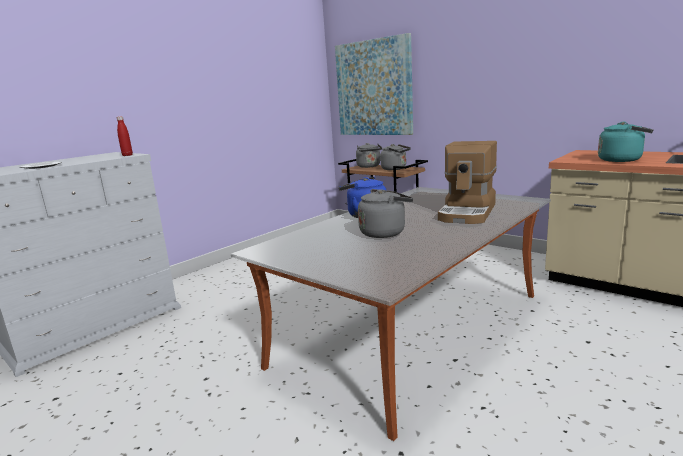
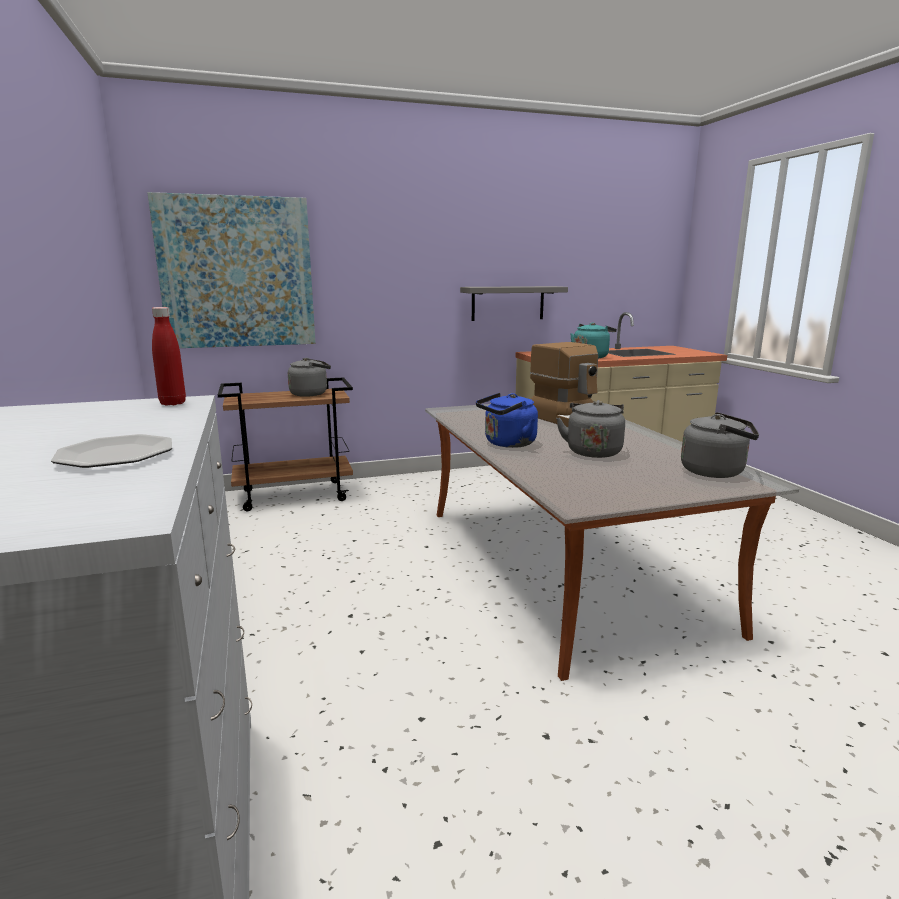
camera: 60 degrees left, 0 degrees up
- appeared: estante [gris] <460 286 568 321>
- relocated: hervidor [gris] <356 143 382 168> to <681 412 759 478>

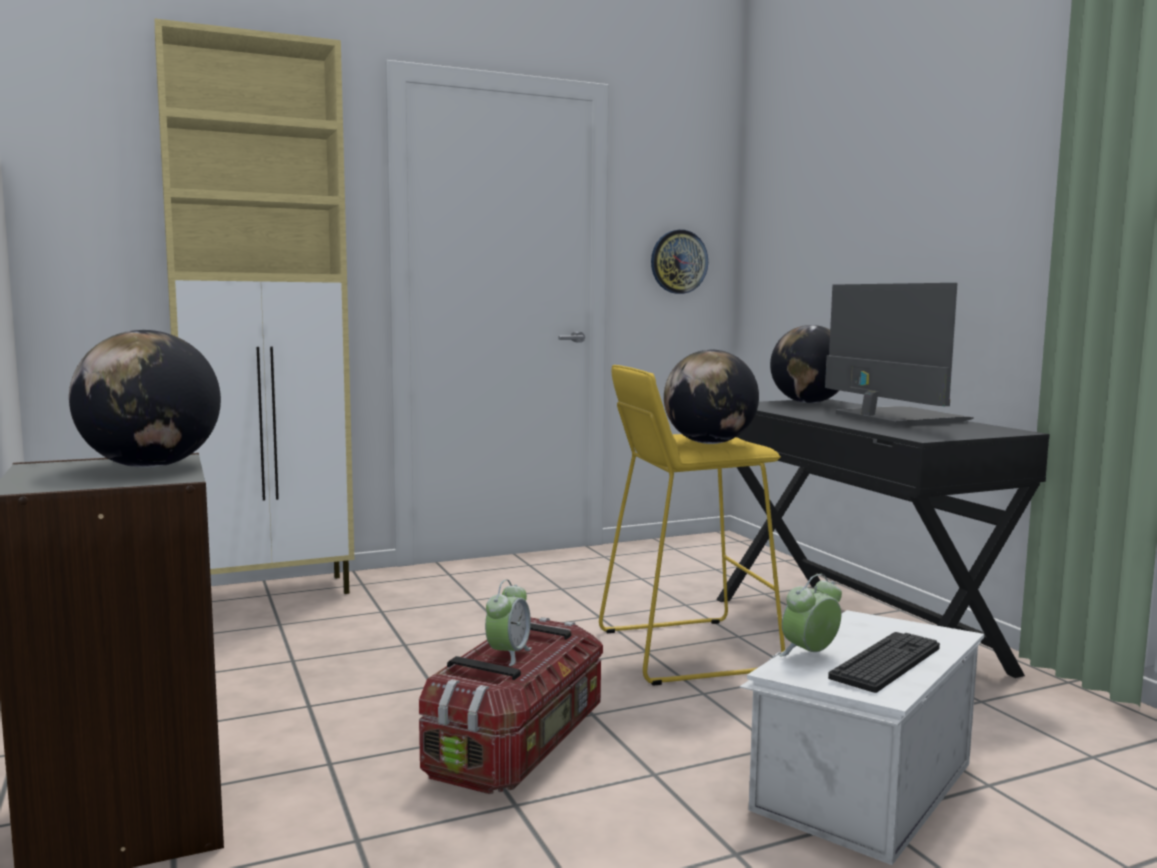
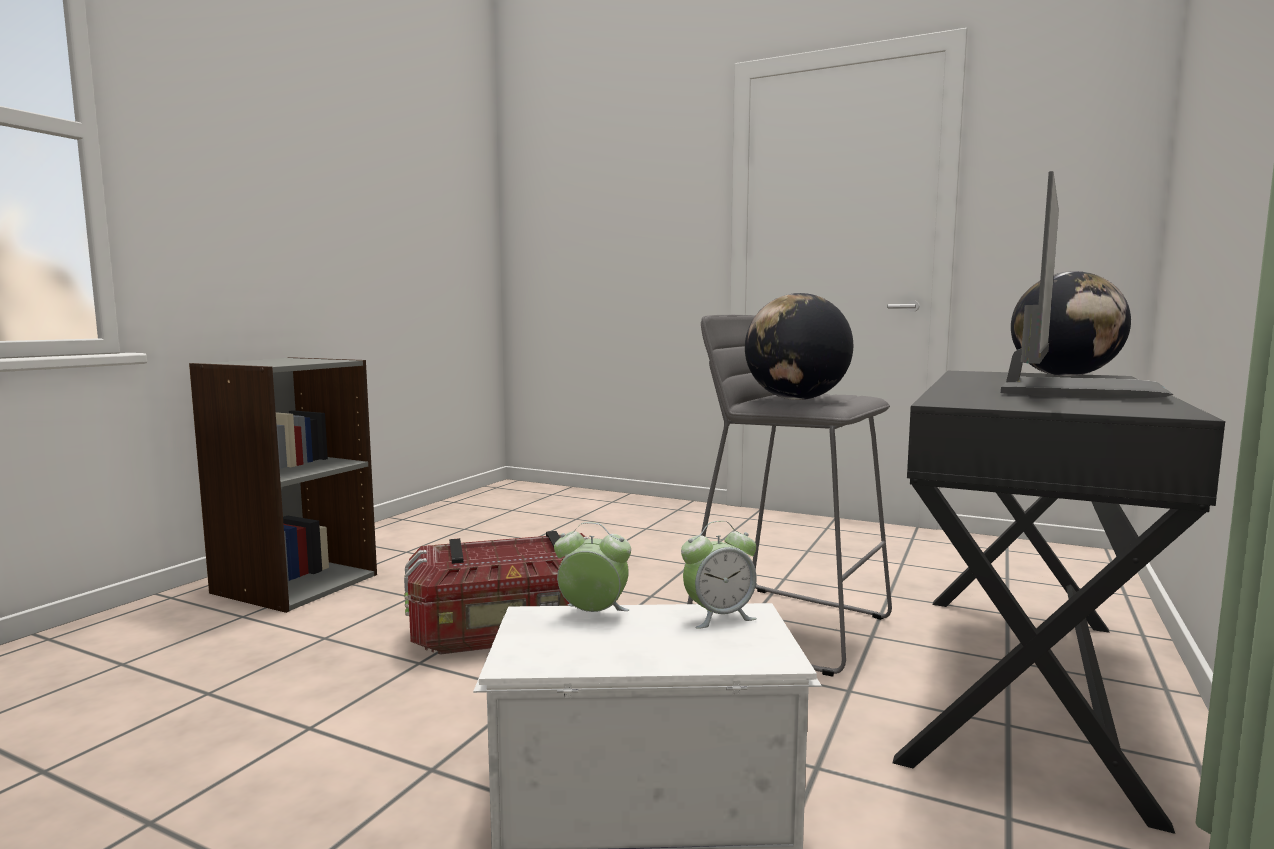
camera: 50 degrees right, 0 degrees up
- missing: globo terráqueo <69 330 221 468>
- missing: armario [beis] <155 19 354 594>
- missing: reloj de pared <651 230 708 294>
- missing: teclado <828 632 940 693>
- relocated: despertador <485 580 532 666> to <681 521 757 629>
- colour: taburete [amarillo] <599 365 785 686> to taburete [gris] <687 315 892 677>

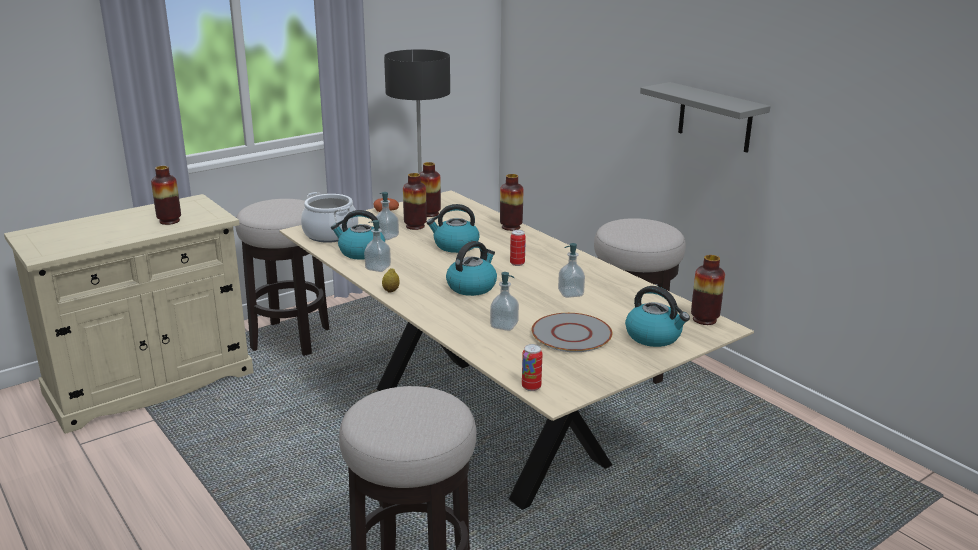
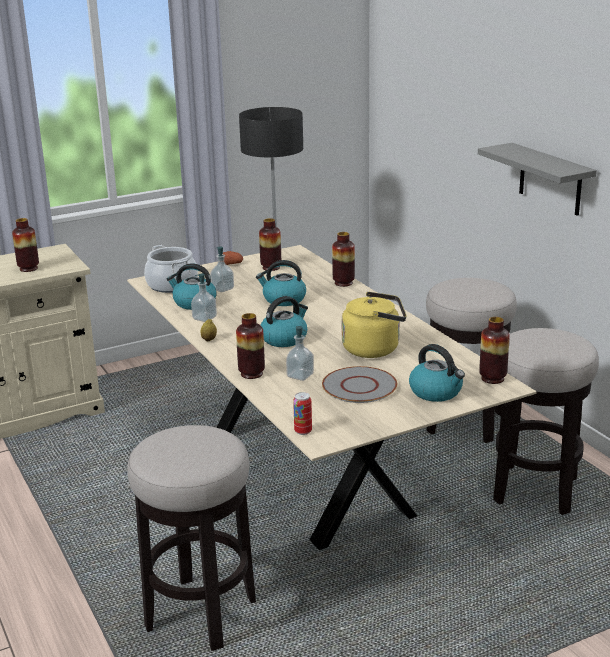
camera: 10 degrees right, 0 degrees up
- missing: lata <510 230 526 266>
- relocated: taburete <235 199 329 356> to <493 328 599 515>
- relocated: florero <403 173 427 230> to <236 313 265 379>
- exchanged: dispensador de jabón <558 243 585 298> to hervidor [amarillo] <342 292 407 358>

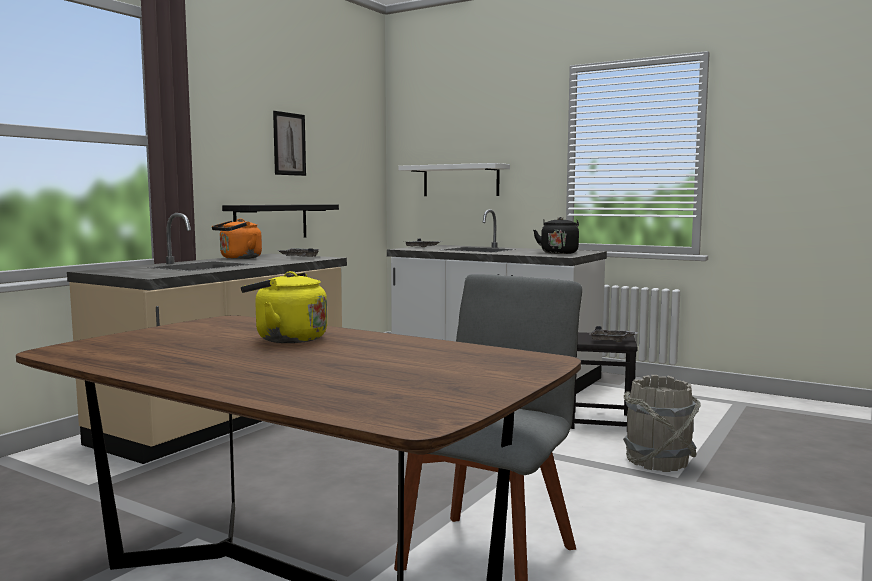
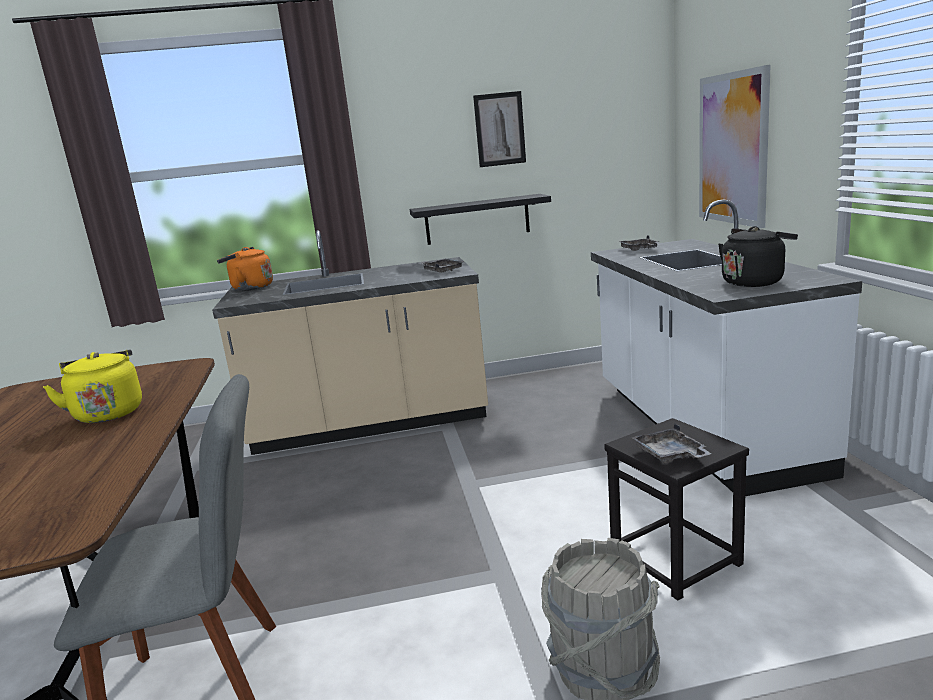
camera: 50 degrees right, 10 degrees up
- relocated: hervidor [naranja] <212 219 262 259> to <217 247 273 291>
- exchanged: estante [blanco] <398 163 510 196> to cuadro <699 65 771 228>

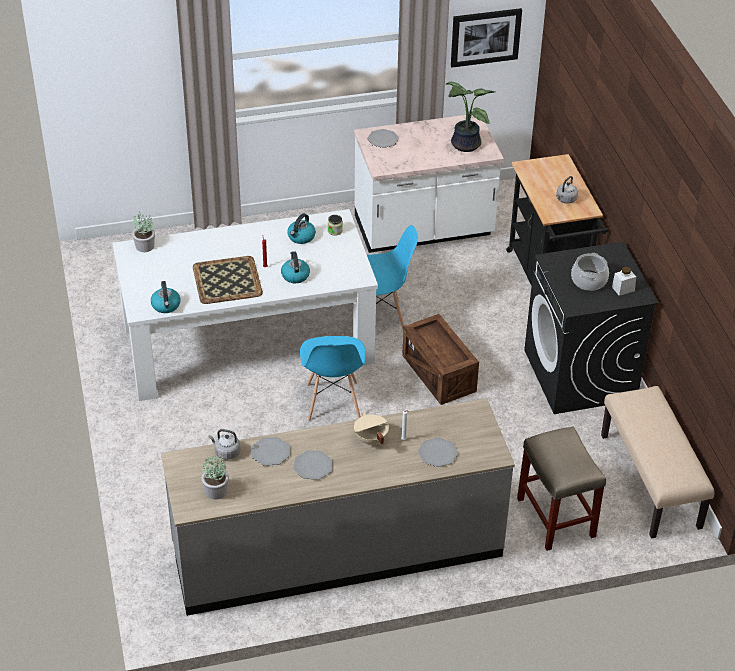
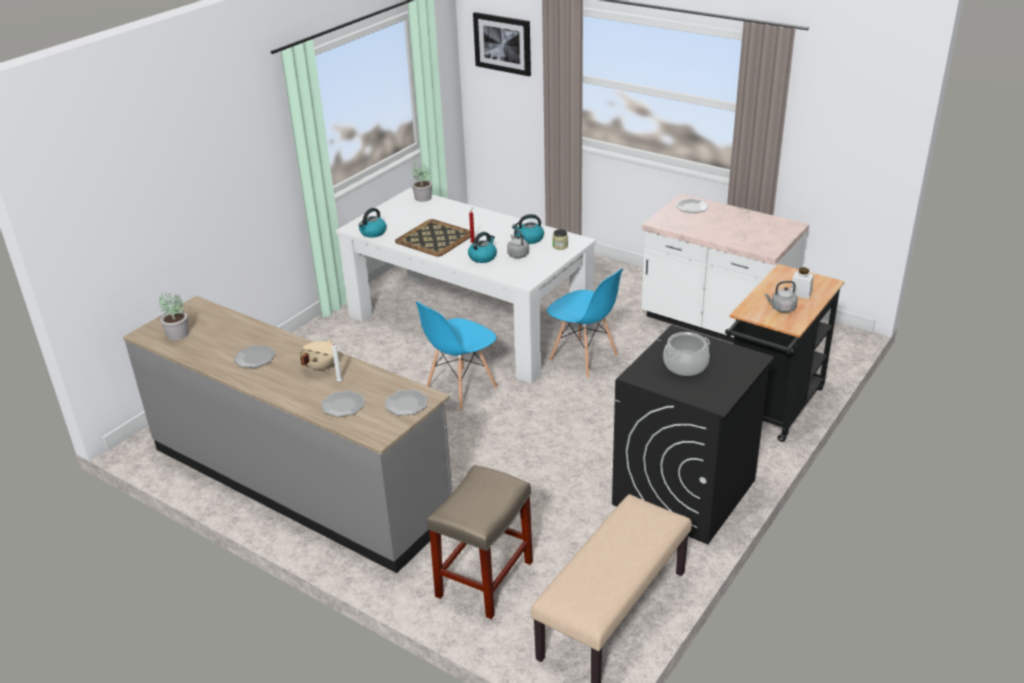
camera: 50 degrees right, 10 degrees down
- missing: caja de embalaje <402 314 479 405>
- missing: planta en maceta <446 82 496 152>
- relocated: hervidor [gris] <209 429 240 460> to <507 229 529 258>
- relocated: plato <252 437 289 465> to <385 390 428 416>
- relocated: cuadro <451 8 522 68> to <473 12 531 76>
- relocated: tarro [blanco] <612 267 636 296> to <790 267 814 299>

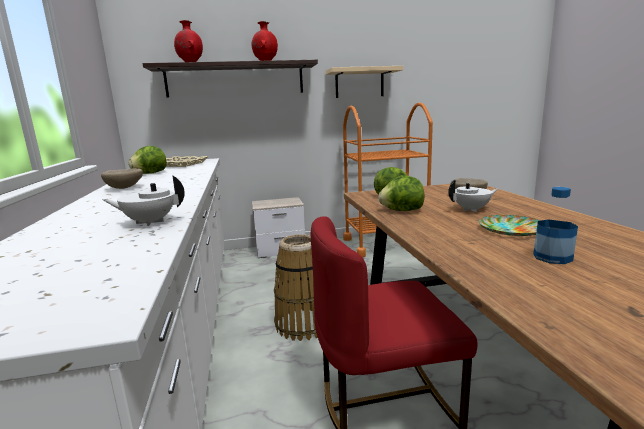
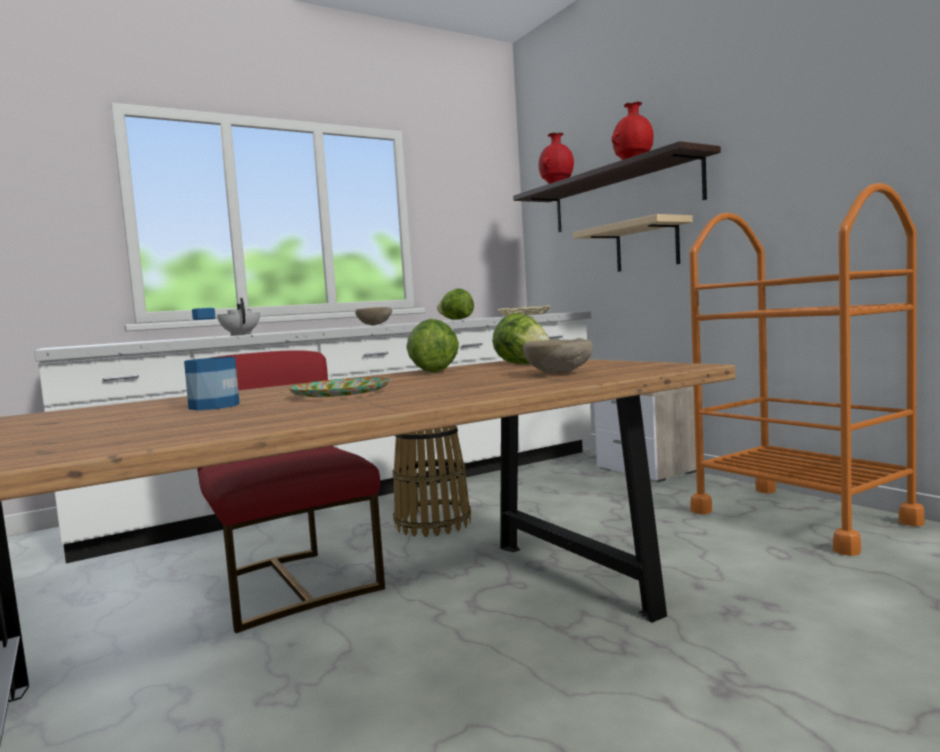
camera: 70 degrees right, 10 degrees down
- missing: tetera [blanco] <448 180 498 212>
- relocated: estante [beis] <325 66 404 98> to <573 214 693 272>

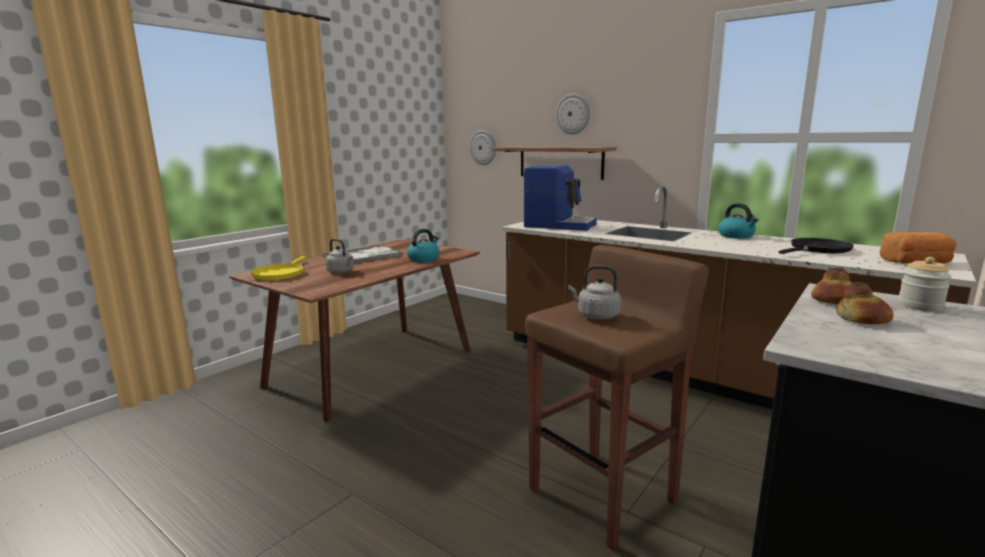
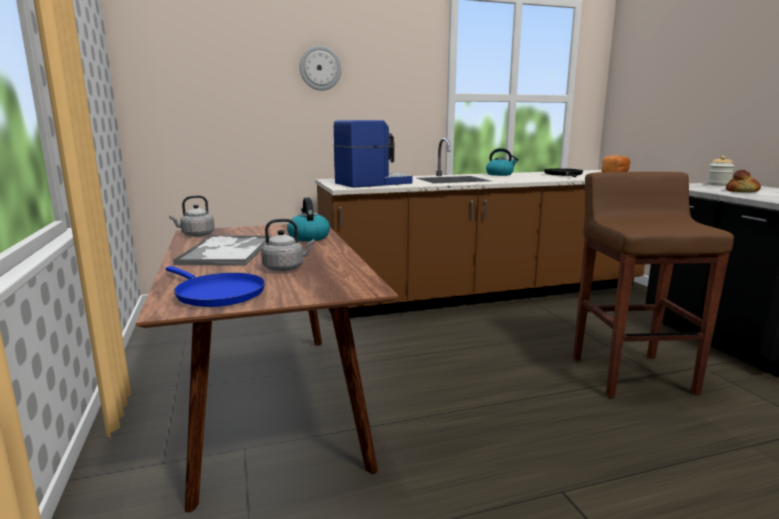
camera: 55 degrees left, 0 degrees up
- missing: reloj de pared <469 130 496 165>
- missing: estante <492 147 616 180>
- missing: pan <811 268 853 305>
- relocated: hervidor [gris] <568 266 621 320> to <169 195 215 236>
- colour: sartén [amarillo] <251 256 306 280> to sartén [azul] <166 266 265 307>

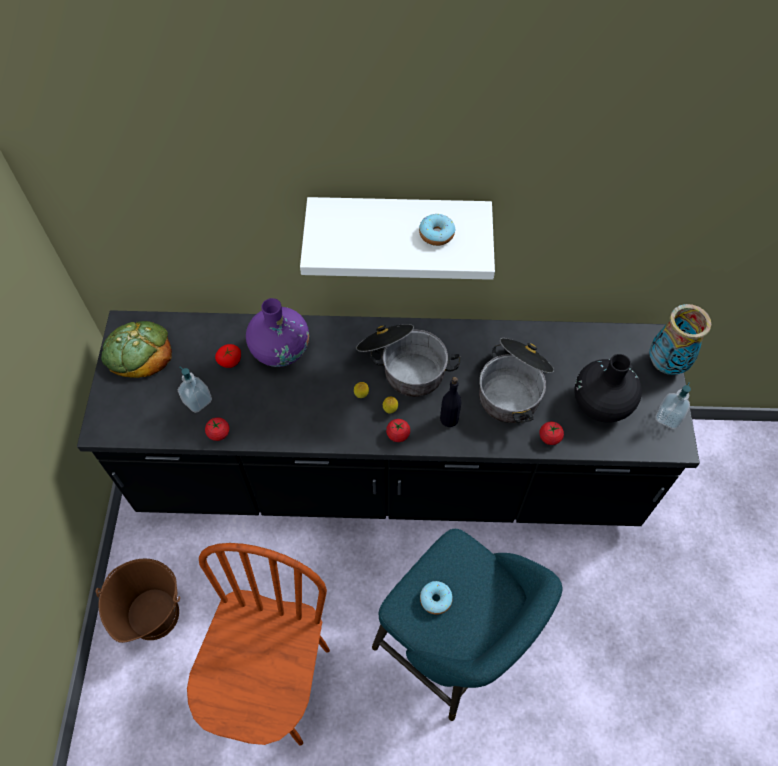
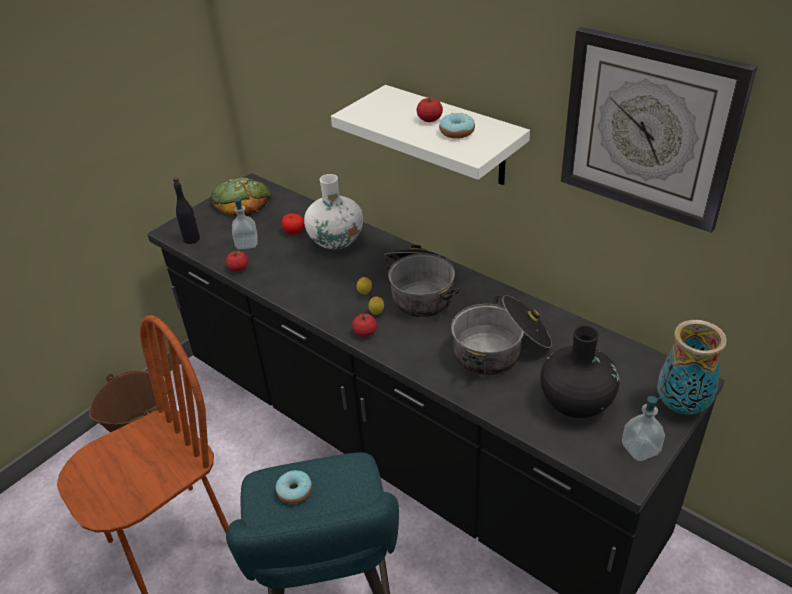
camera: 40 degrees right, 20 degrees down
- appeared: reloj de pared <561 27 757 233>
- relocated: botella [negro] <440 377 461 427> to <173 177 200 244>
- relocated: tomate <539 422 564 445> to <417 97 443 122>
- colour: florero [morado] <246 298 309 367> to florero [blanco] <304 174 363 250>

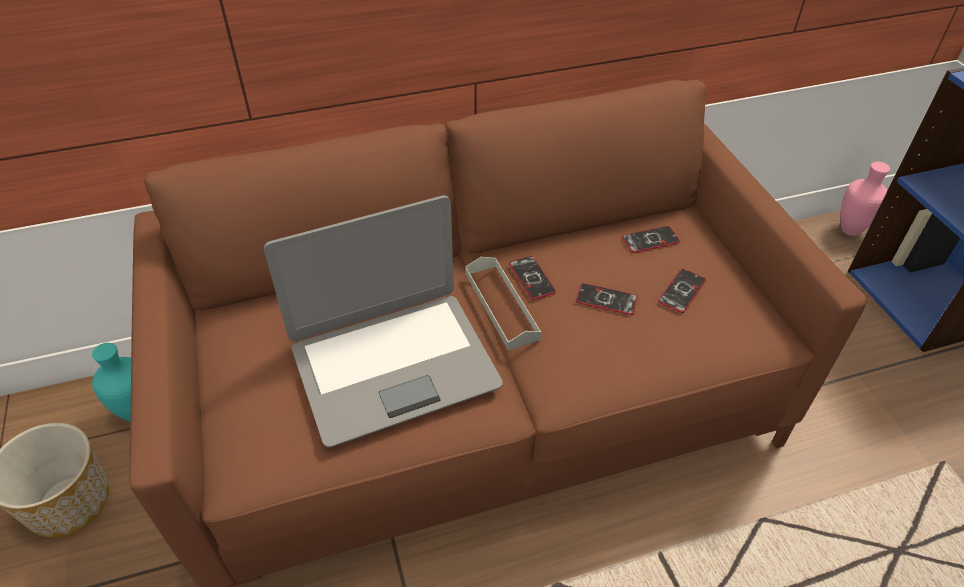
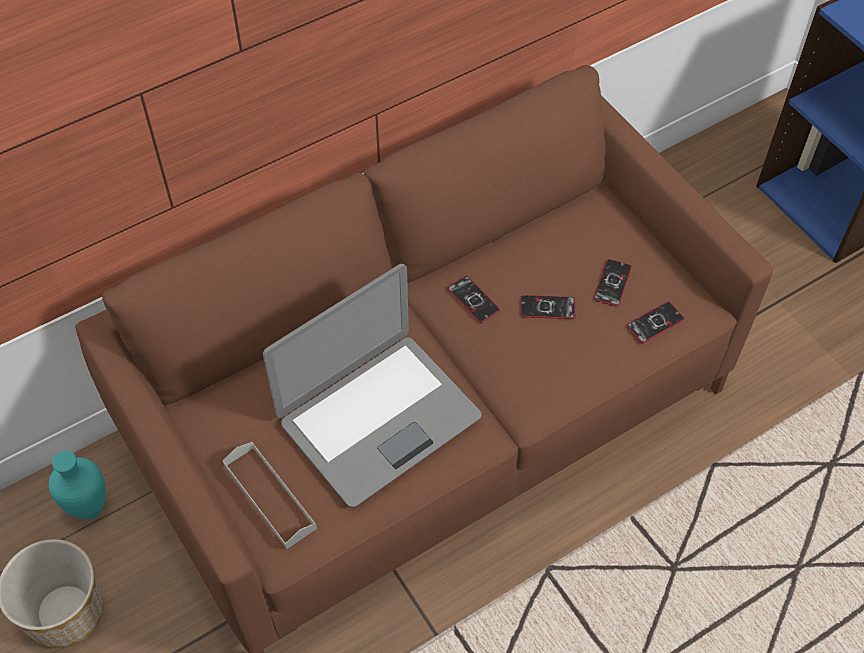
camera: 15 degrees left, 10 degrees up
- missing: florero [rosa] <840 162 890 236>
- relocated: bandeja [gris] <465 257 542 350> to <223 442 317 549>
- relocated: móvil <621 226 680 253> to <627 302 684 343>

